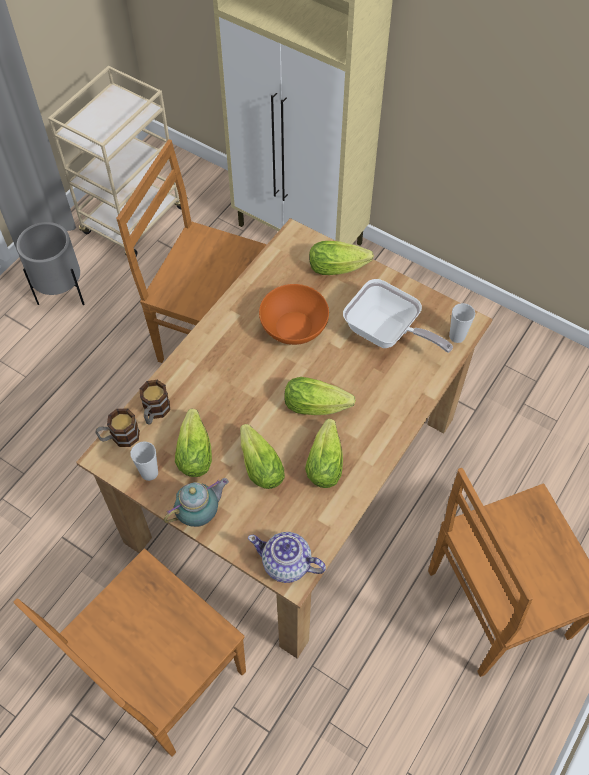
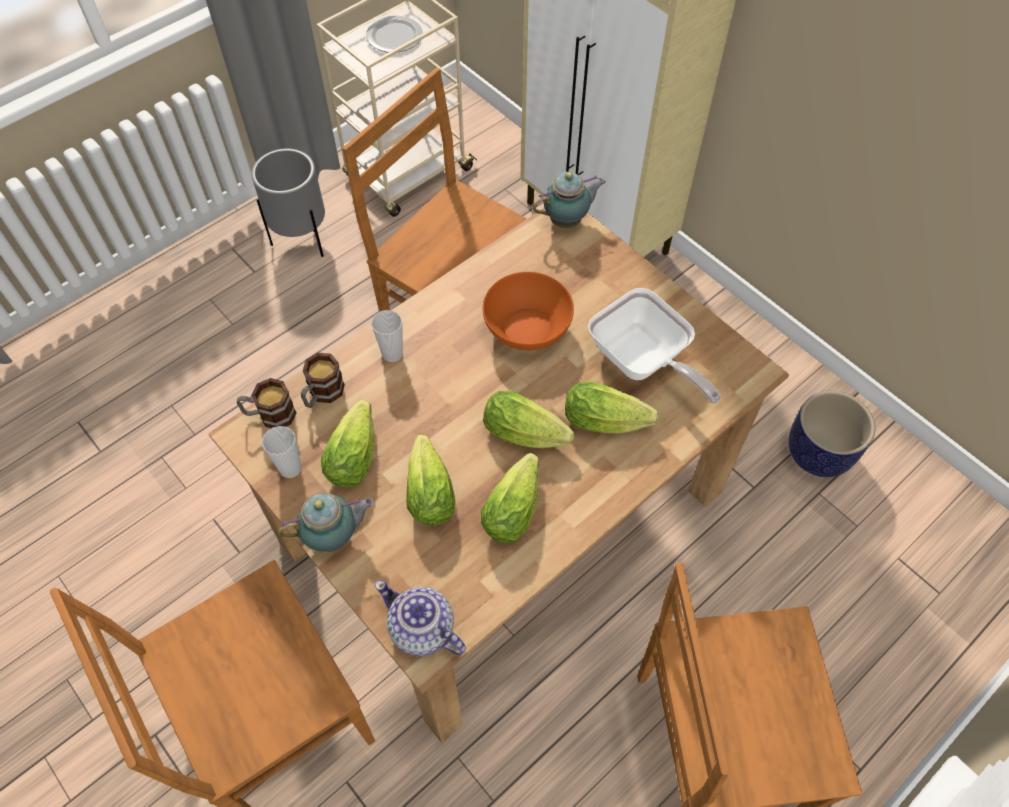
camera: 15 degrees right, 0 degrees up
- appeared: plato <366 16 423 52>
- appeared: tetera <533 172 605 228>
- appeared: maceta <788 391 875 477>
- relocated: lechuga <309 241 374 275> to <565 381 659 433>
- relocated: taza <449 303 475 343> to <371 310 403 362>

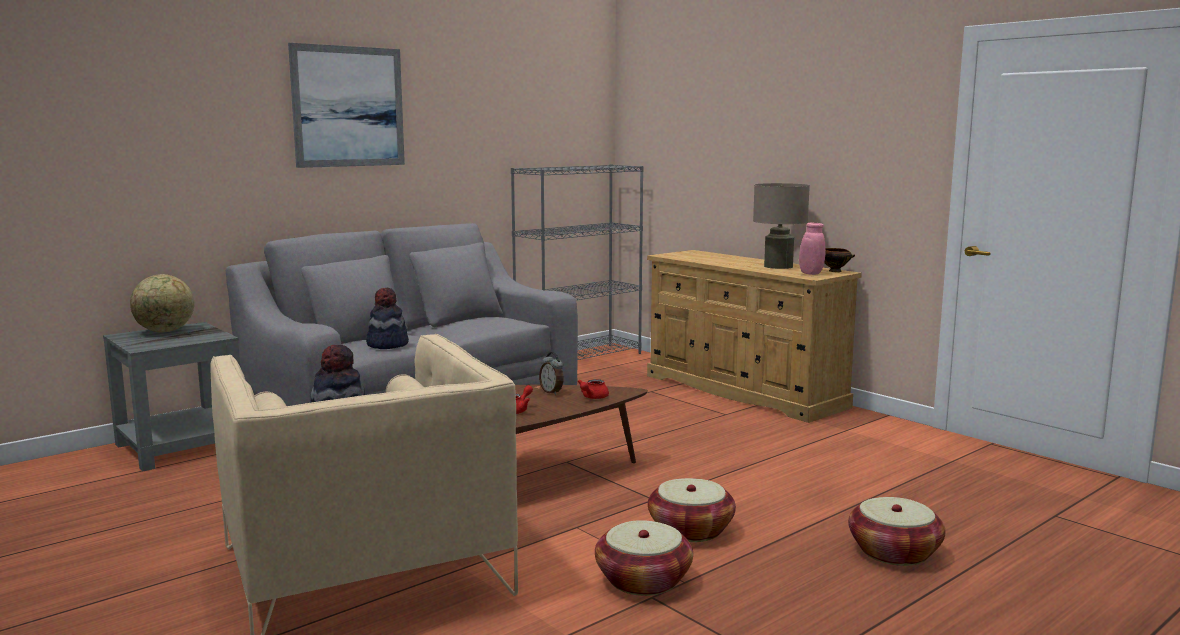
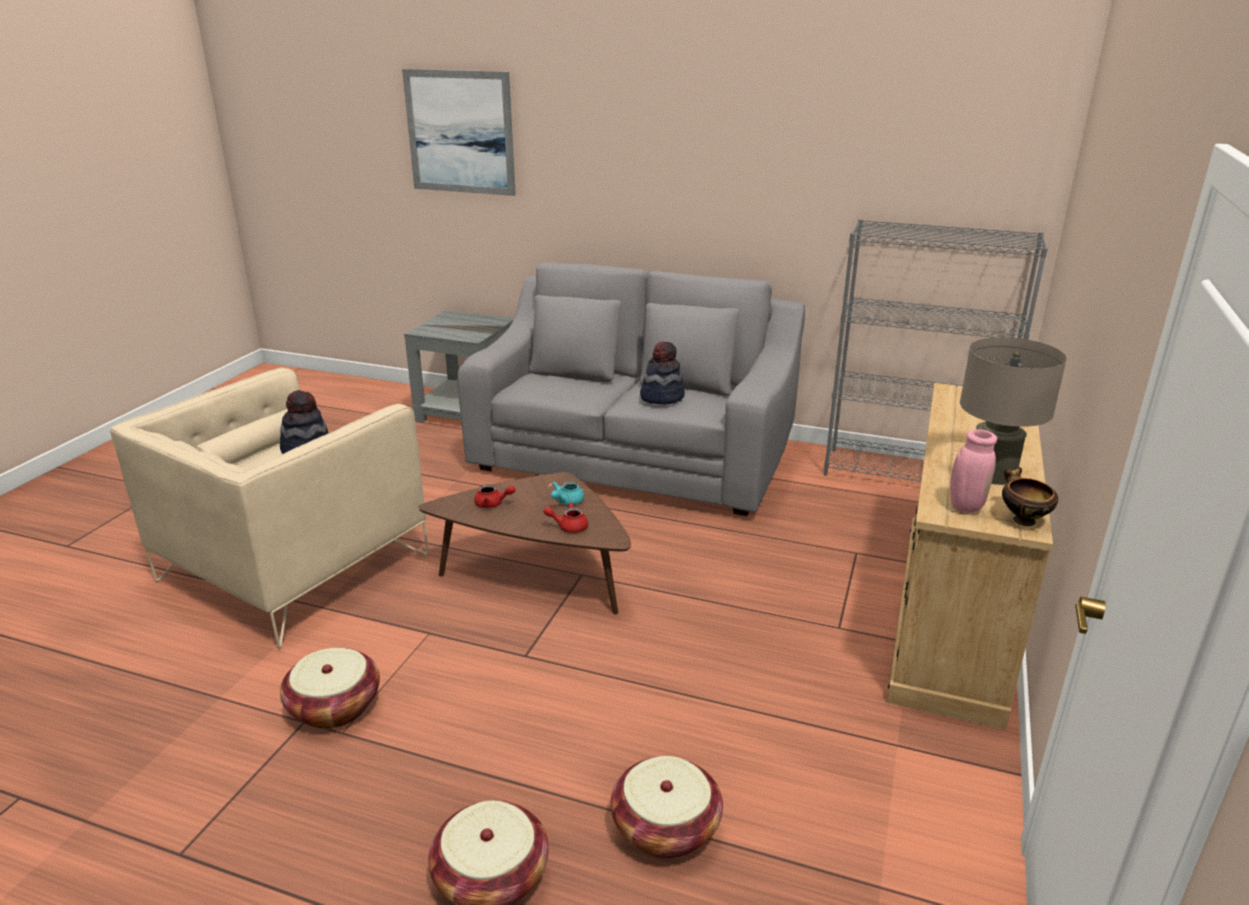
camera: 60 degrees right, 15 degrees up
- missing: globo terráqueo <130 274 194 332>
- relocated: cuadro <288 43 405 168> to <402 69 516 196>
- relocated: sombrero <366 287 409 349> to <640 341 685 405>
- relocated: cesta <648 478 736 542> to <611 756 723 858>
- exchanged: despertador <539 352 564 395> to tetera [turquesa] <551 481 584 505>

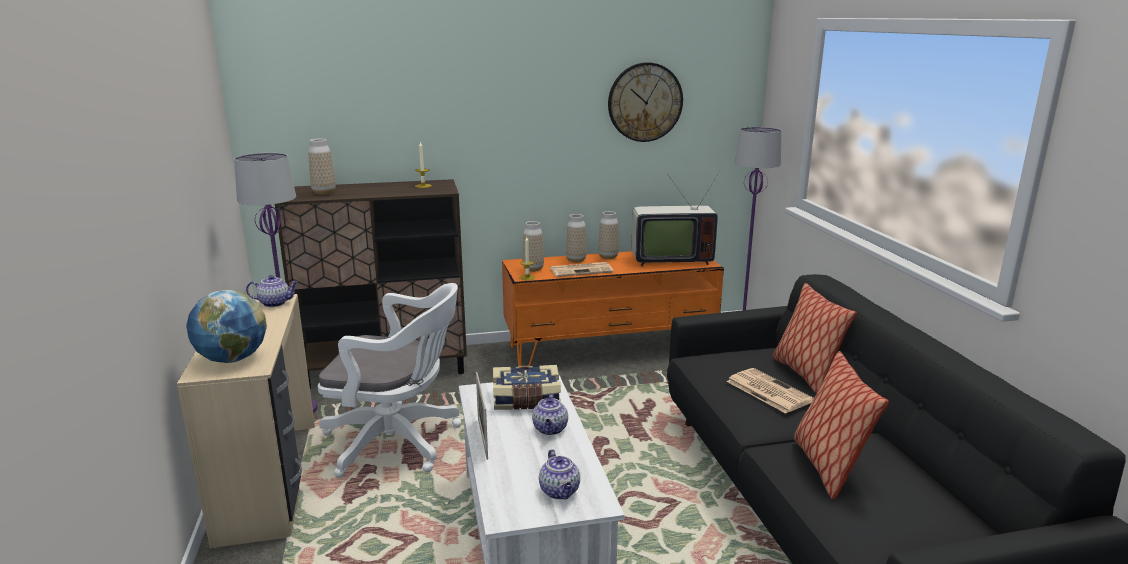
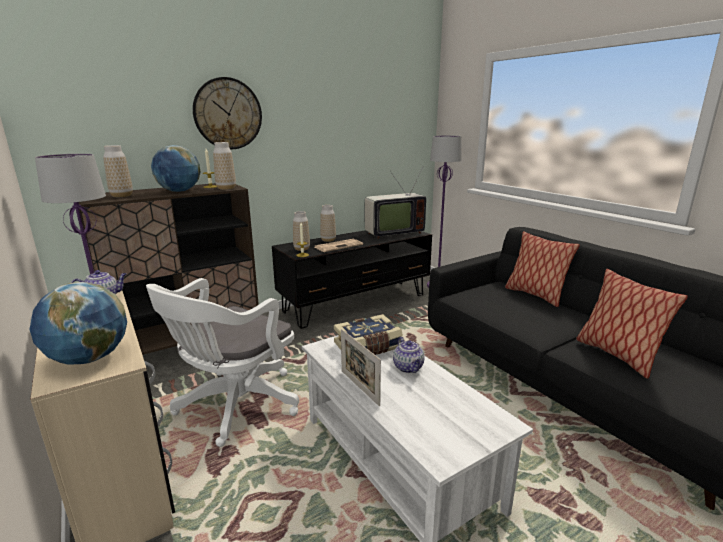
camera: 20 degrees left, 0 degrees up
- missing: tetera <539 449 580 499>
- missing: periódico <726 368 814 413>
- appeared: globo terráqueo <151 145 200 192>
- relocated: florero <598 211 619 259> to <213 142 236 190>
- relocated: reloj de pared <608 62 683 142> to <193 77 262 149>
- colour: mueble de televisión [naranja] <502 251 724 367> to mueble de televisión [negro] <272 230 432 329>
- spun: silla de oficina [blanco] <318 283 462 478> = <146 278 299 447> 135 degrees clockwise

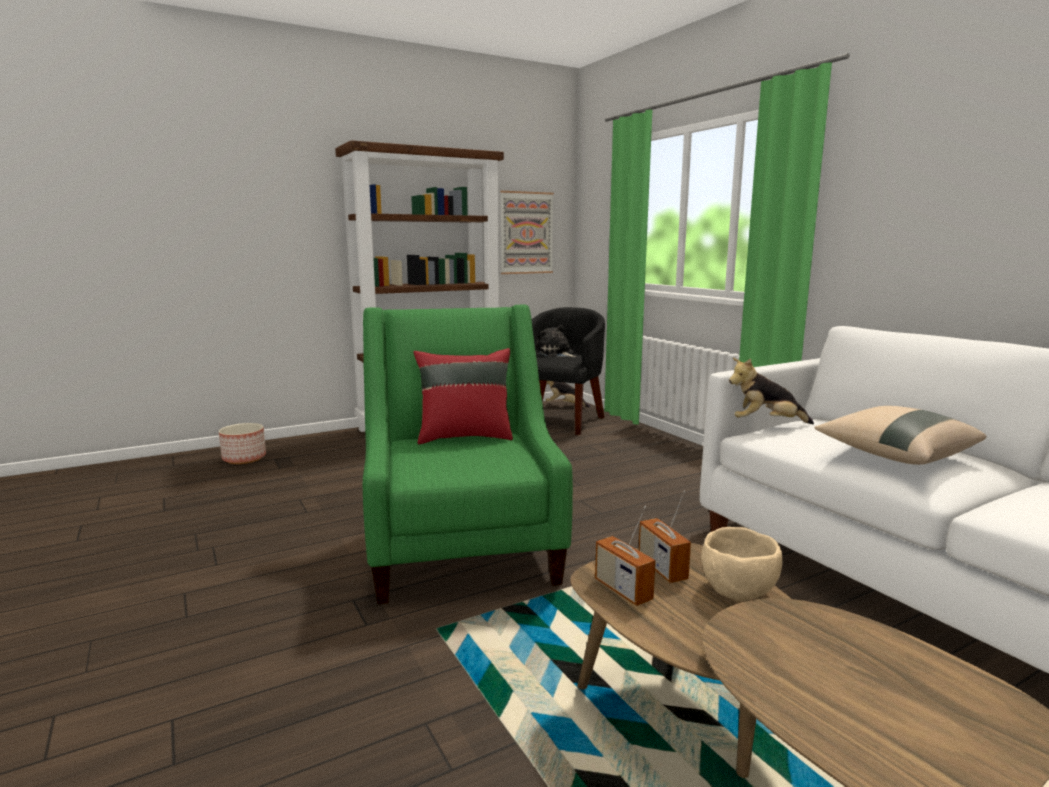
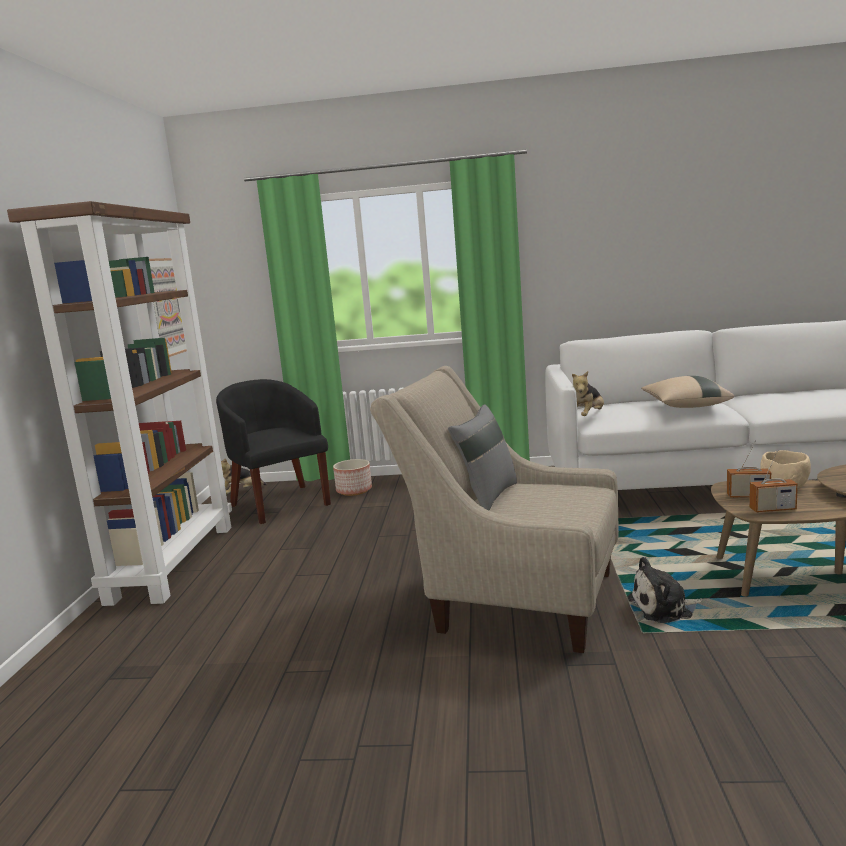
camera: 55 degrees left, 0 degrees up
- relocated: maceta <219 423 266 464> to <333 459 372 496>
- relocated: peluche <536 325 577 357> to <629 557 702 623>
- colour: sillón [verde] <363 305 573 604> to sillón [beis] <370 366 619 653>
- colour: cojín [rojo] <414 348 513 444> to cojín [gris] <448 404 517 510>

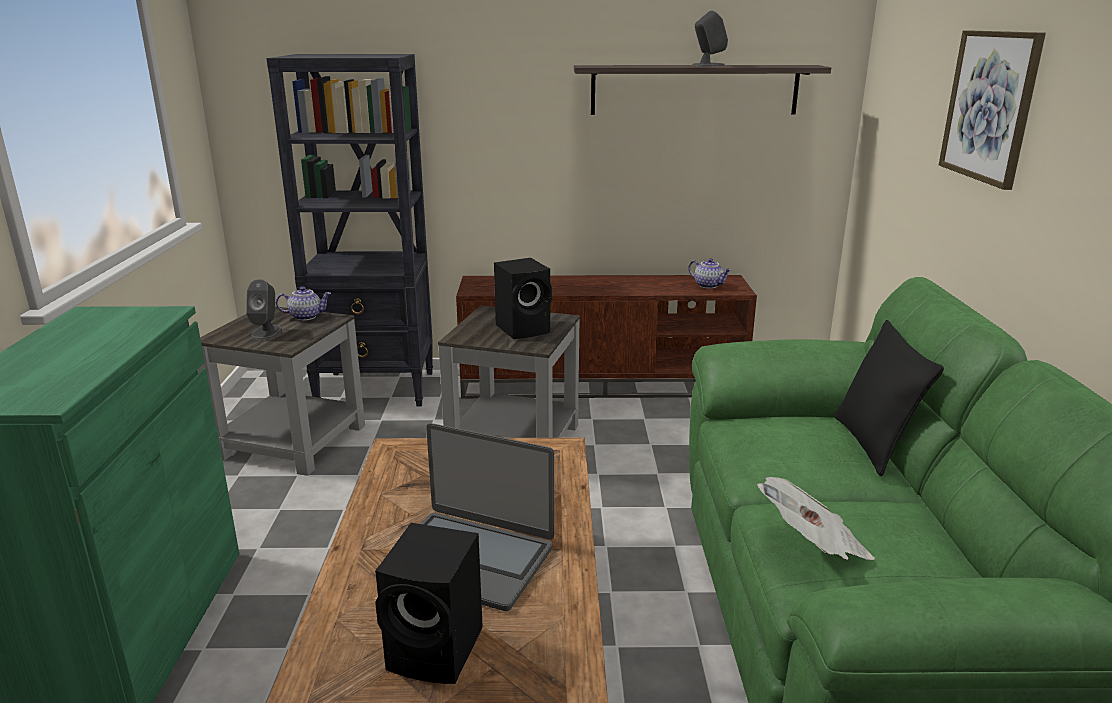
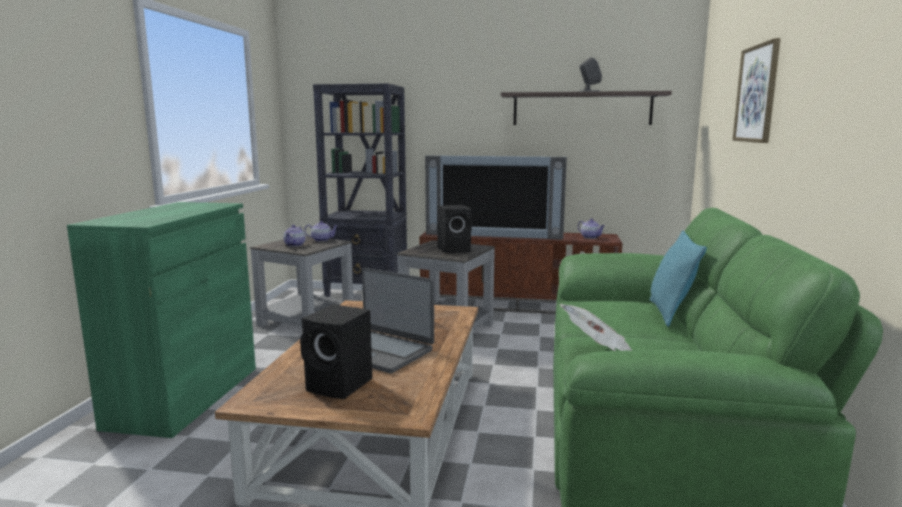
camera: 10 degrees right, 10 degrees down
- appeared: televisor <425 155 567 240>
- exchanged: altavoz [gris] <246 279 282 340> to tetera <283 225 305 247>
- colour: cojín [negro] <834 320 944 476> to cojín [turquesa] <650 231 707 327>

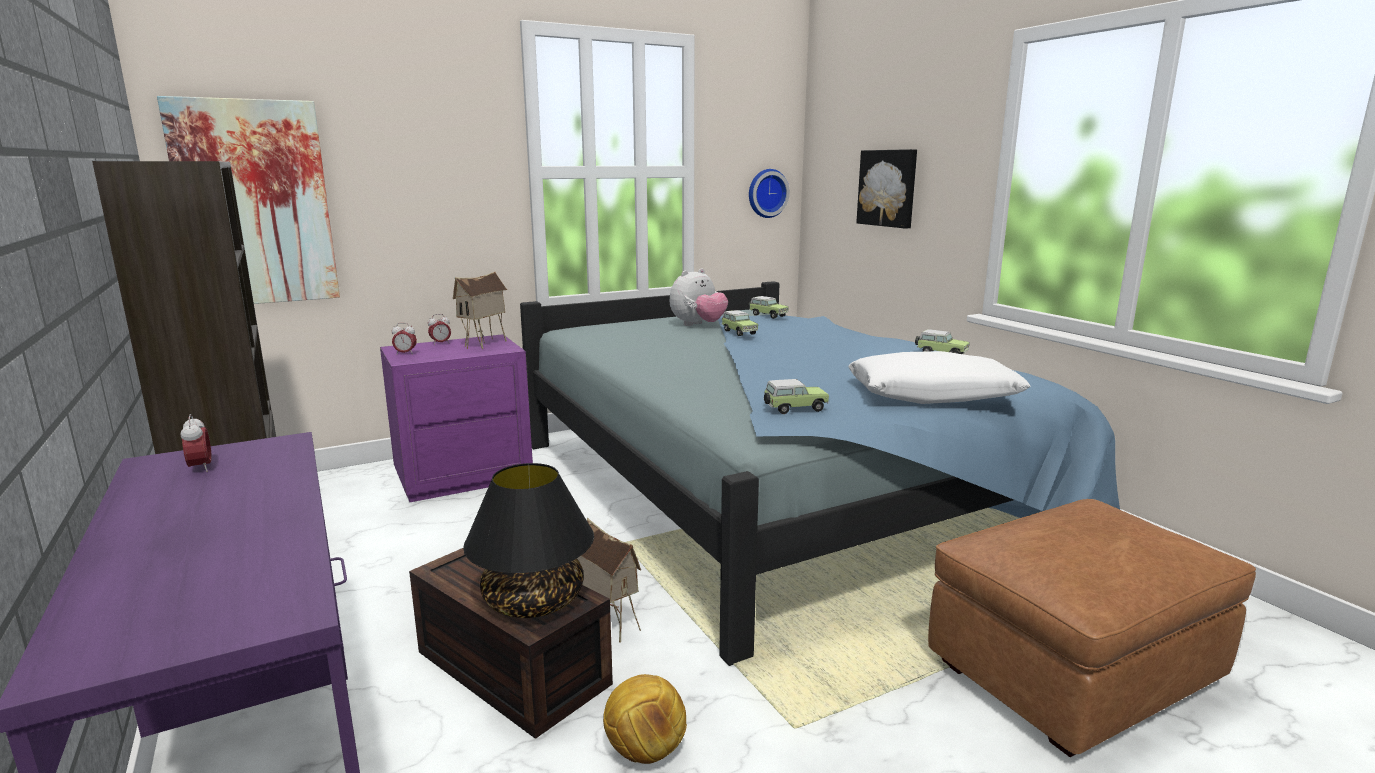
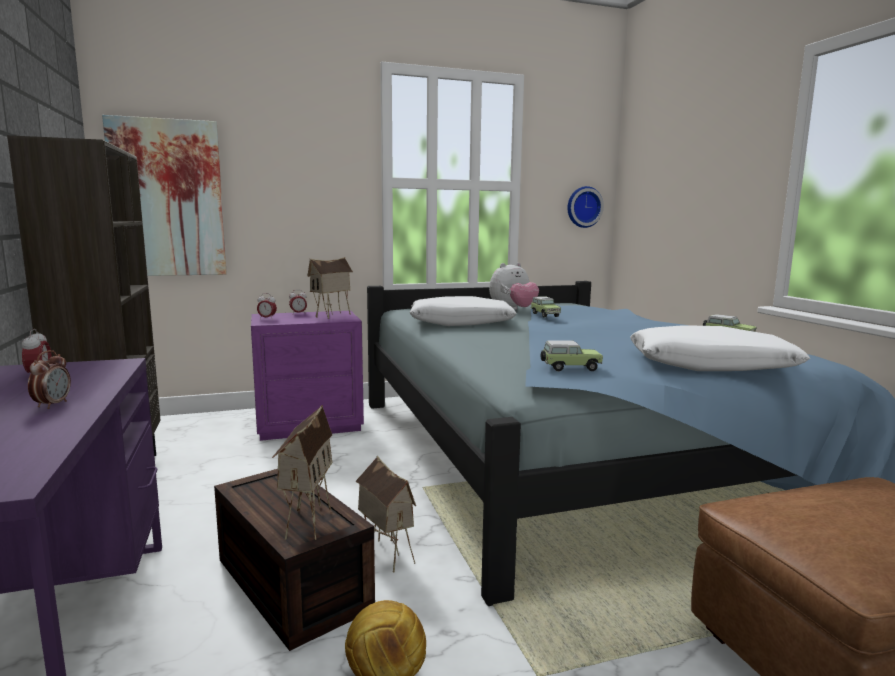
camera: 10 degrees right, 5 degrees down
- missing: coche de juguete <749 296 789 319>
- missing: cuadro <856 149 917 229>
- appeared: despertador <28 350 71 409>
- appeared: cojín [blanco] <410 296 517 326>
- exchanged: lámpara de mesa [negro] <463 463 594 618> to casita <272 405 332 540>

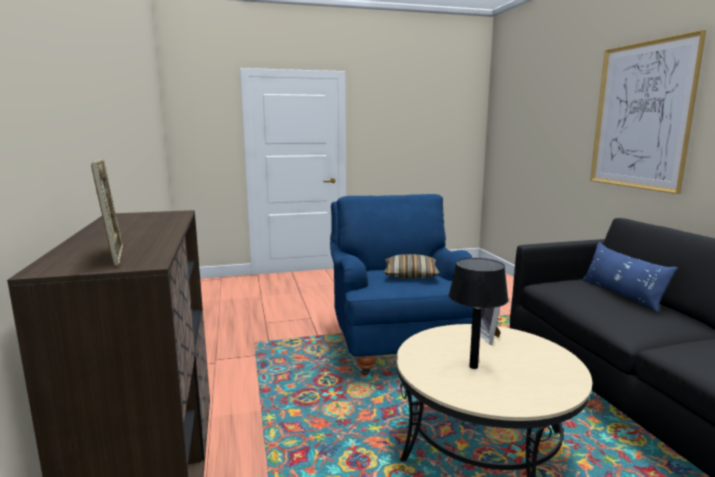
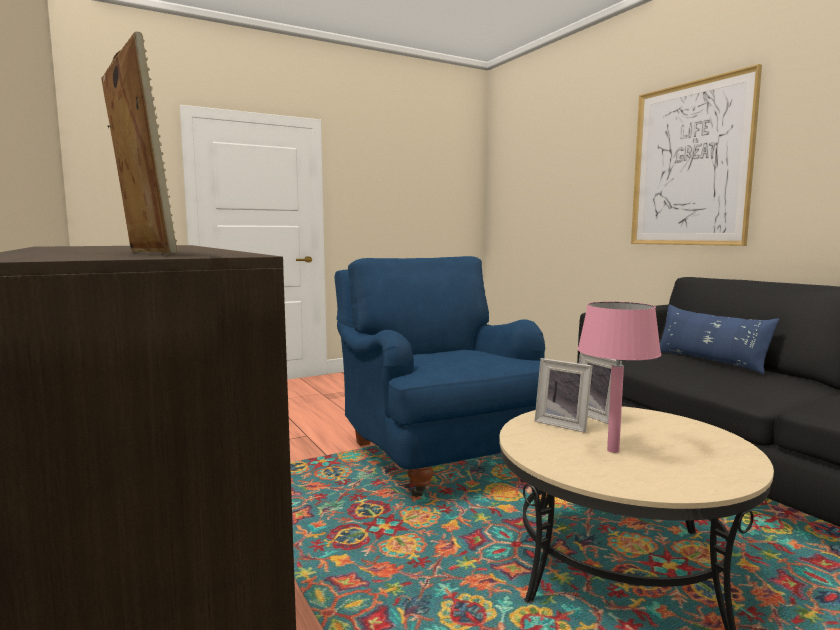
camera: 15 degrees left, 5 degrees down
- missing: cojín <384 254 439 278>
- appeared: portarretratos <535 358 593 433>
- colour: lámpara de mesa [negro] <449 258 508 369> to lámpara de mesa [rosa] <578 302 661 453>

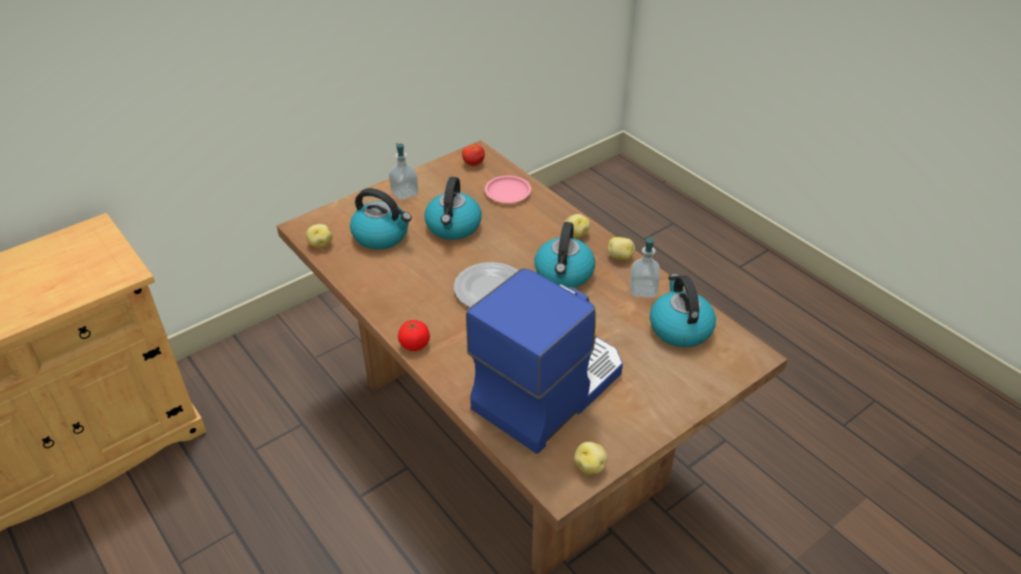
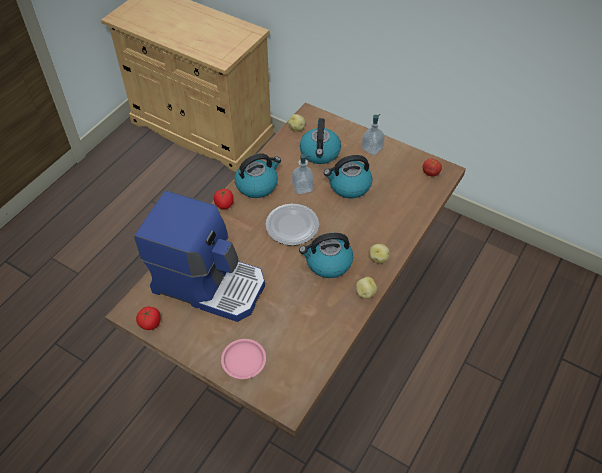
camera: 70 degrees right, 10 degrees up
- relocated: plato [rosa] <485 176 531 203> to <221 339 266 379>
- relocated: dispensador de jabón <630 236 660 298> to <292 154 314 194>
- relocated: hervidor <650 274 716 347> to <235 153 281 198>
- exchanged: patata <574 442 608 475> to tomate <136 307 161 330>

